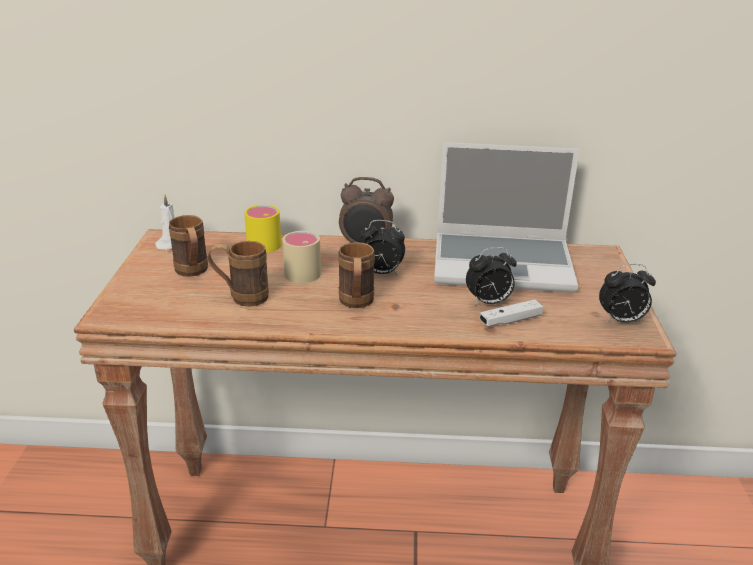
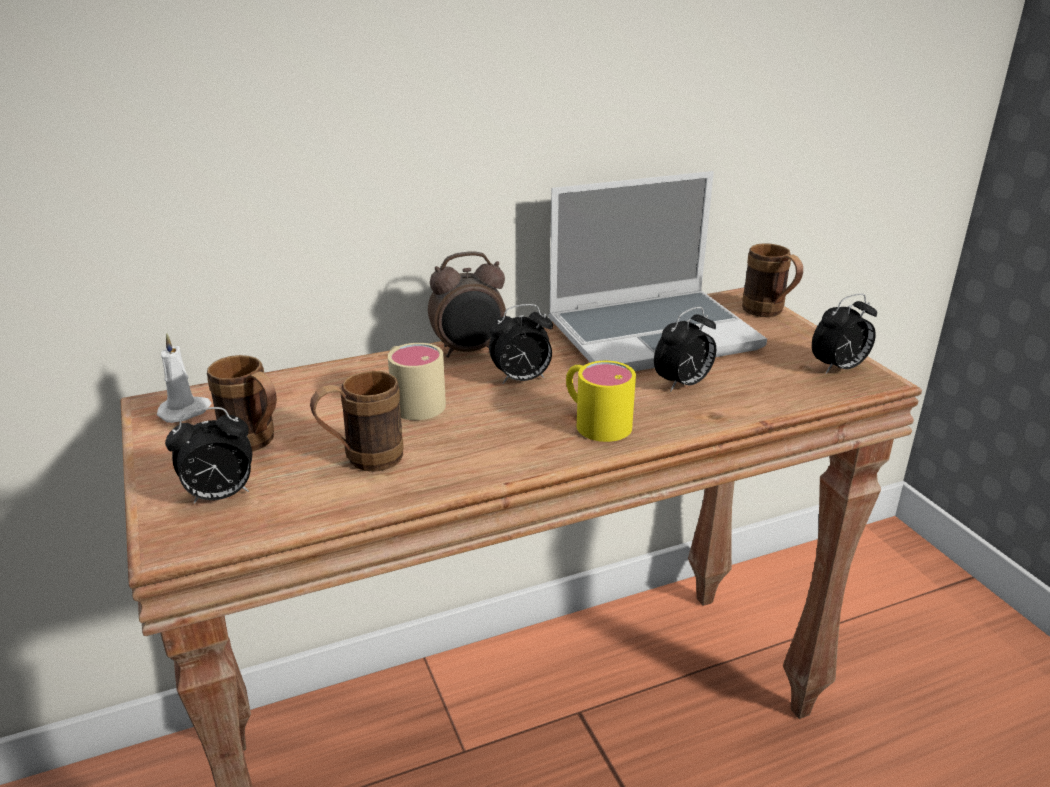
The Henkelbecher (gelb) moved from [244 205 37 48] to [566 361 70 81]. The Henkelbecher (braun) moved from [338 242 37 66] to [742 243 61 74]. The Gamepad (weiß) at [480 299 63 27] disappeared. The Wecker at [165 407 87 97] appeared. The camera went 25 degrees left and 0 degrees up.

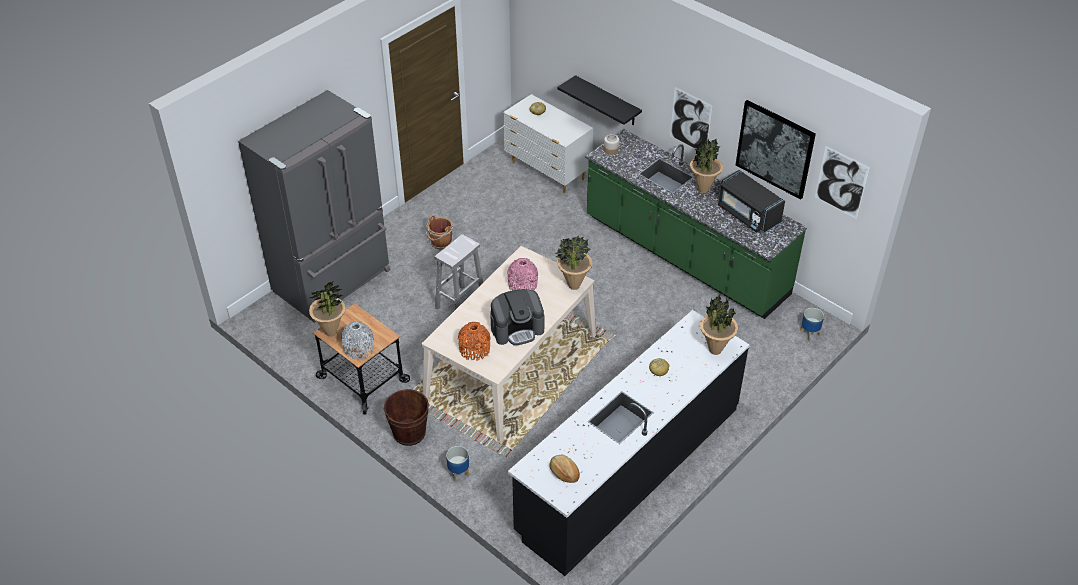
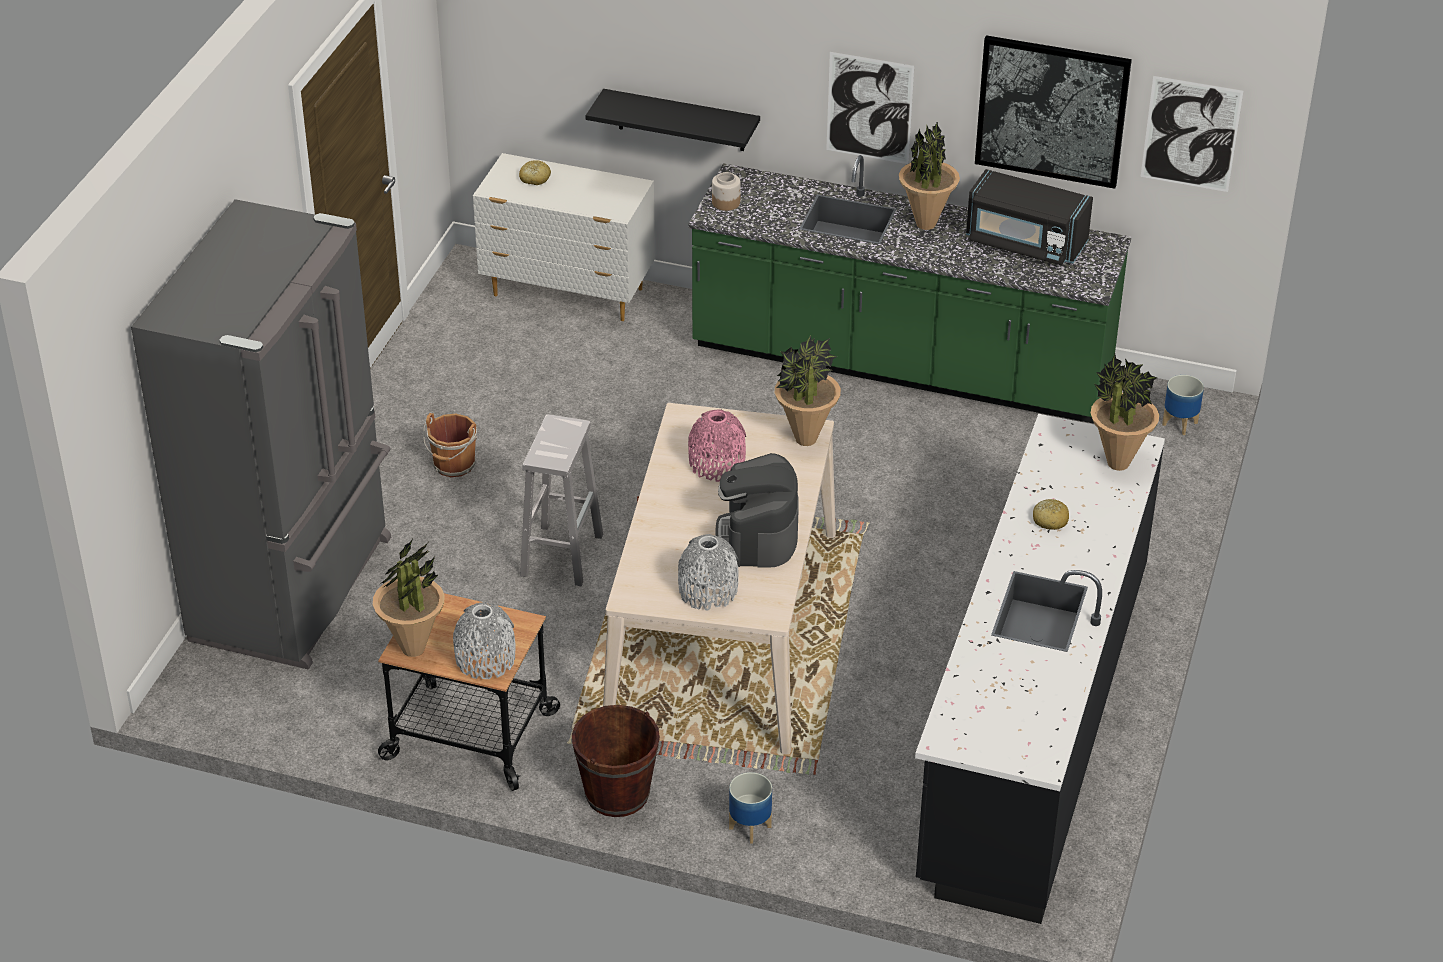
The Kaffeemaschine at [490 289 54 56] turned 135 degrees clockwise. The Vase (orange) at [458 322 33 39] became the Vase (grau) at [678 534 61 76]. The Brot at [550 455 30 28] disappeared. The camera went 25 degrees left and 5 degrees down.

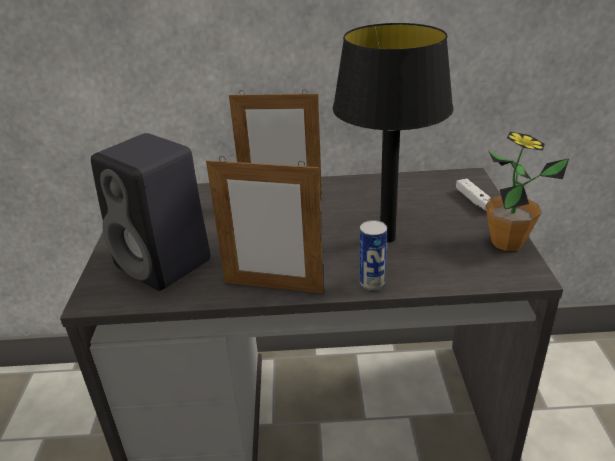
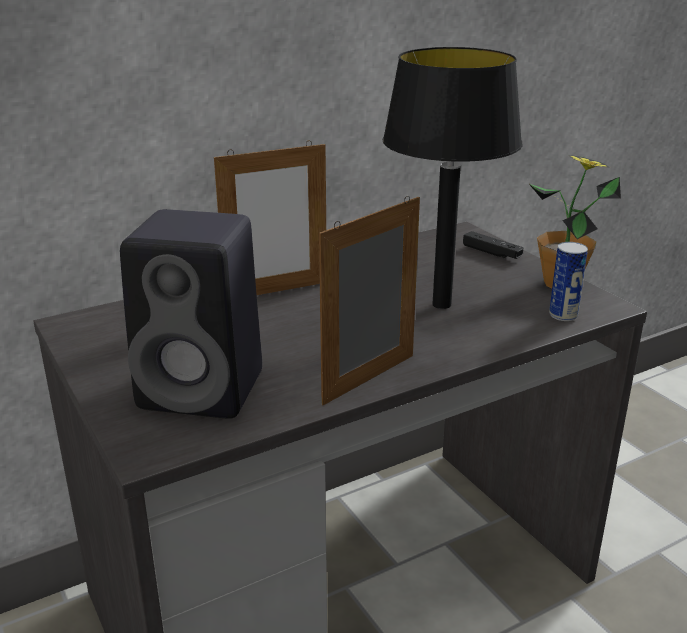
The Bilderrahmen at [206 156 118 137] turned 150 degrees clockwise. The Gamepad (weiß) at [456 178 35 33] became the Gamepad (schwarz) at [463 231 61 28]. The Dose moved from [360 220 27 70] to [549 242 39 79]. The camera went 30 degrees left and 5 degrees down.

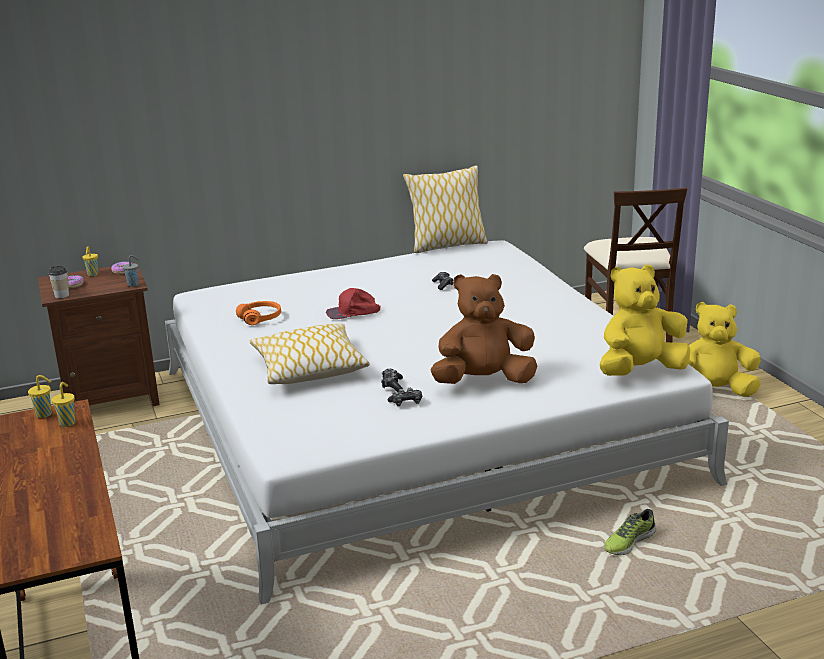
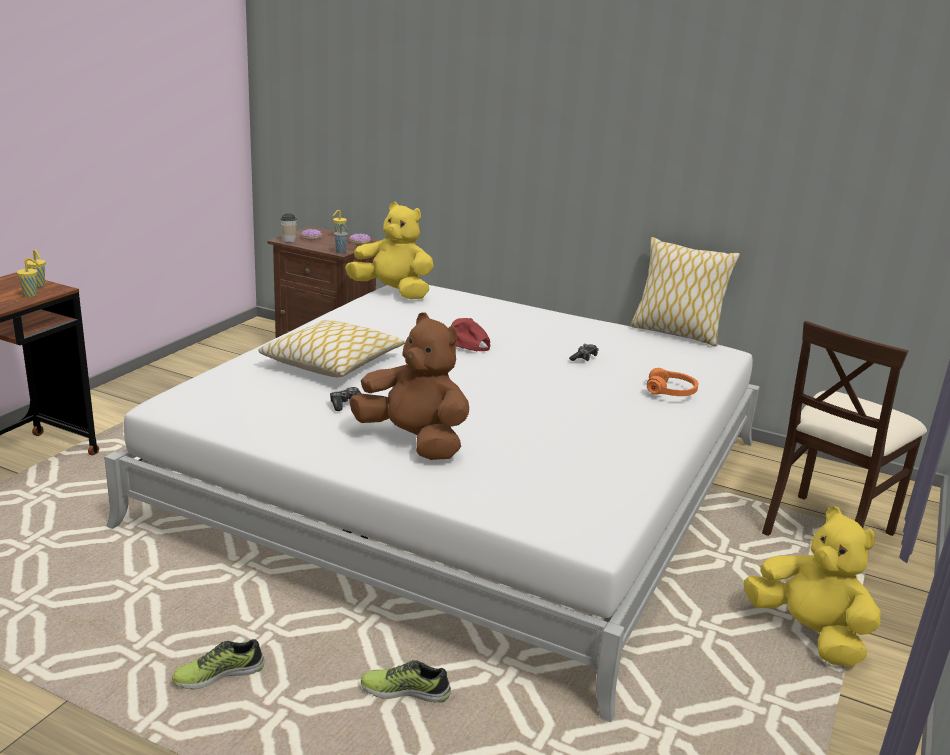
The Plüschtier (gelb) moved from [600 264 90 112] to [345 202 88 97]. The Kopfhörer (orange) moved from [236 301 45 24] to [647 368 51 28]. The Gamepad at [388 388 34 18] disappeared. The Schuh at [172 639 93 50] appeared. The camera went 45 degrees right and 0 degrees up.

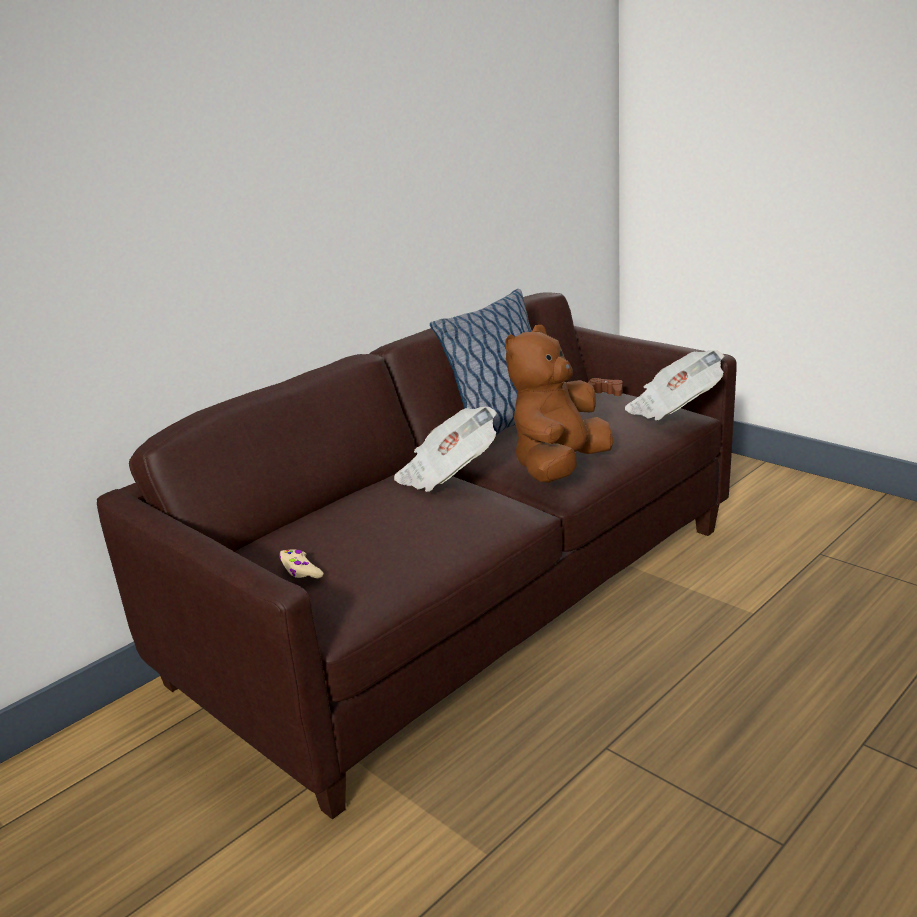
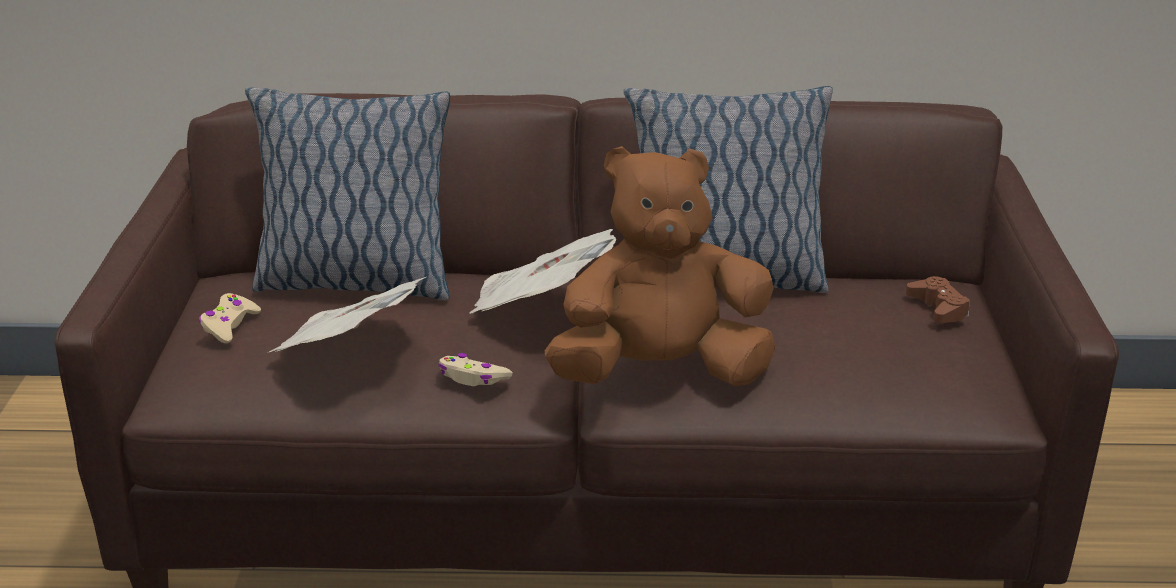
The Zeitung moved from [625 350 100 70] to [269 277 157 75]. The Kissen at [245 87 205 213] appeared. The Gamepad (beige) at [438 353 75 33] appeared. The camera went 45 degrees right and 5 degrees up.

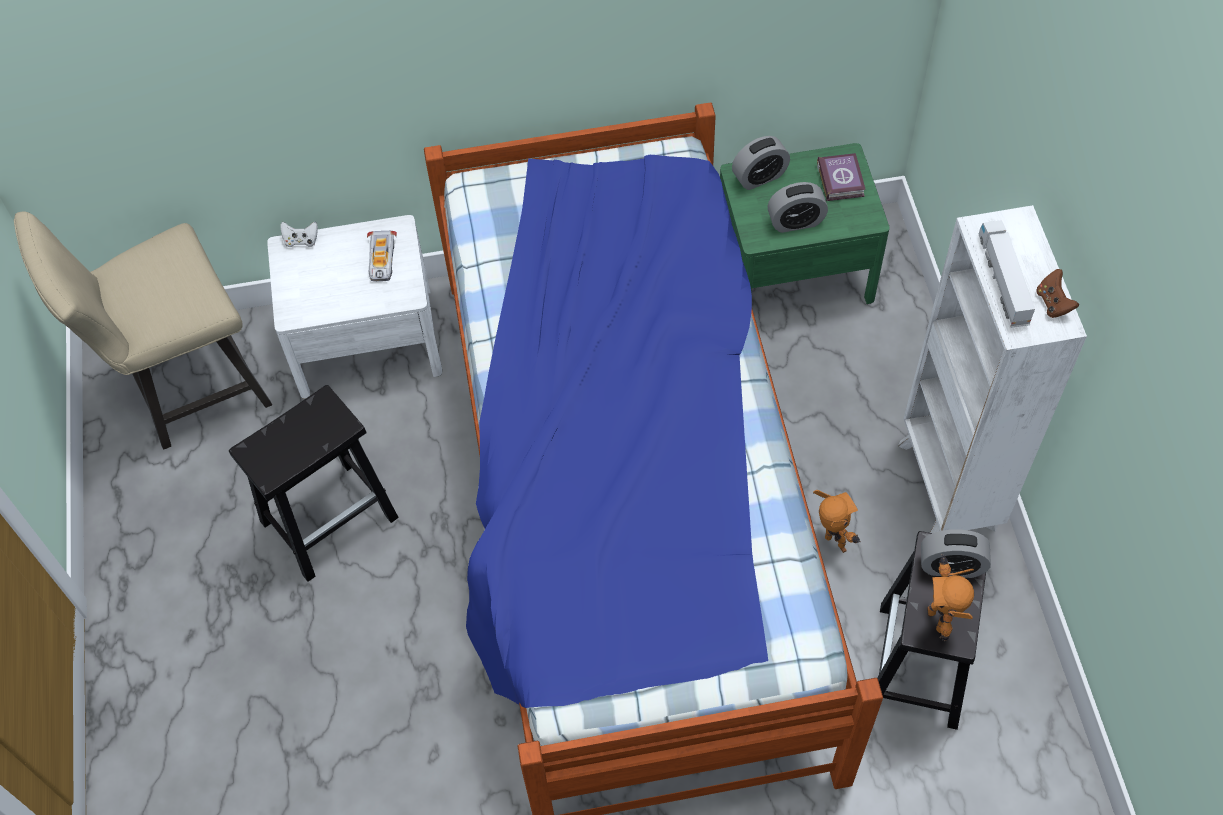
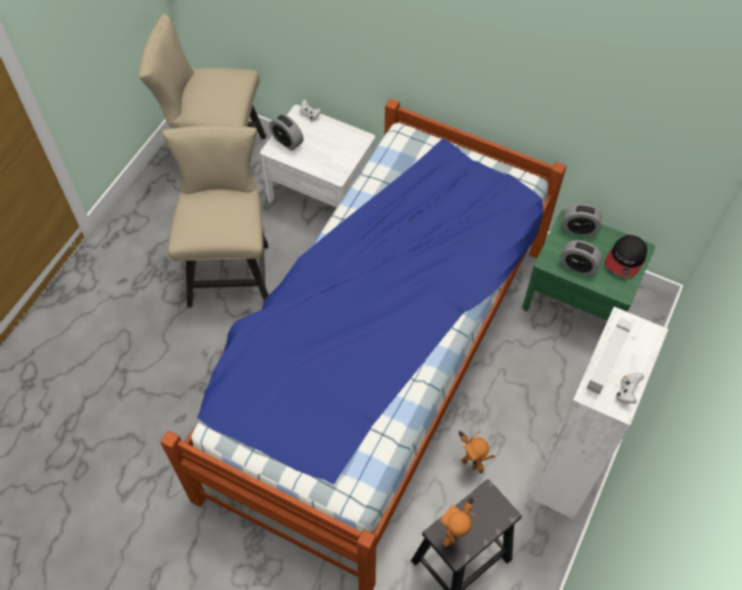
The Buch at [817 153 49 48] was replaced by the Kappe at [605 235 42 43]. The Spielzeugauto at [367 231 30 51] disappeared. The Gamepad (braun) at [1036 269 43 49] became the Gamepad (weiß) at [616 373 28 31]. The Hocker (schwarz) at [229 385 170 197] was replaced by the Stuhl (beige) at [162 125 107 183]. The Spielzeugroboter at [813 490 48 63] turned 135 degrees clockwise. The Wecker moved from [921 529 70 49] to [269 114 34 37]. The camera went 35 degrees right and 0 degrees up.

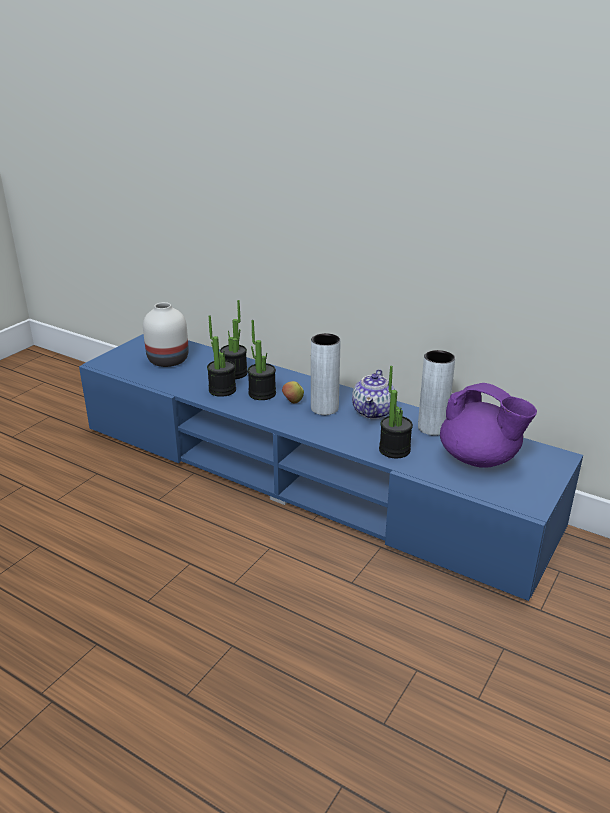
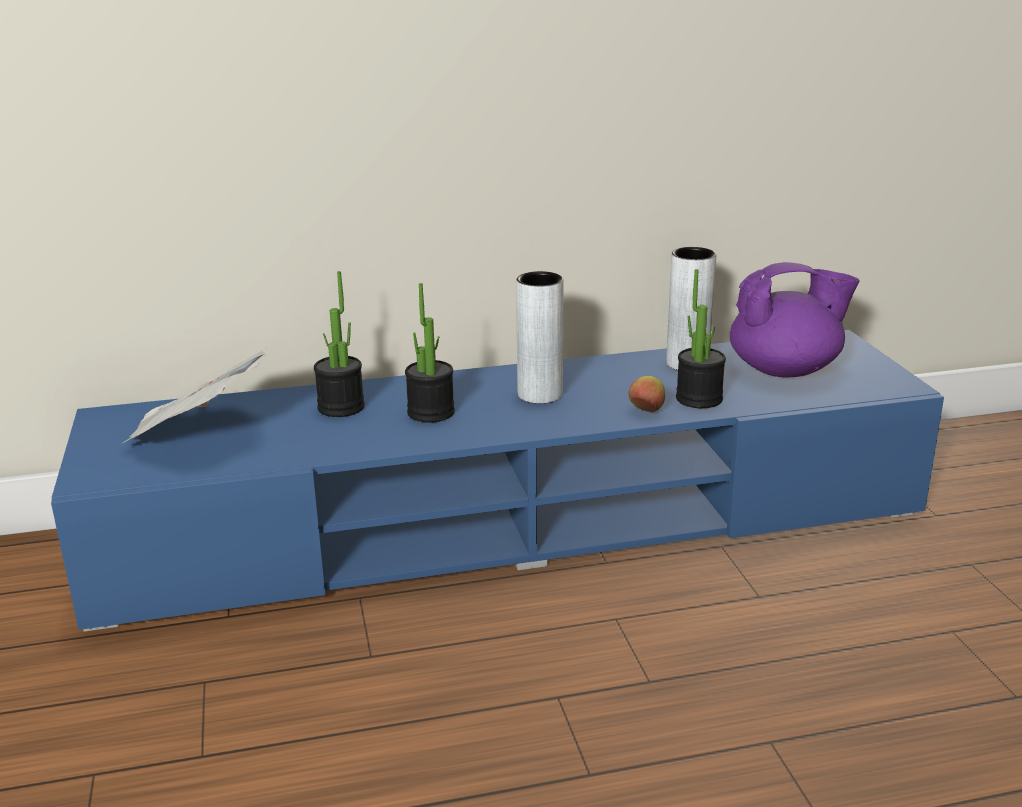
The Vase (weiß) at [143 302 46 65] was replaced by the Zeitung at [123 349 143 94]. The Topfpflanze at [207 316 29 81] disappeared. The Teekanne at [352 369 43 50] disappeared. The Apfel moved from [282 381 22 22] to [628 376 37 36]. The camera went 45 degrees left and 5 degrees down.

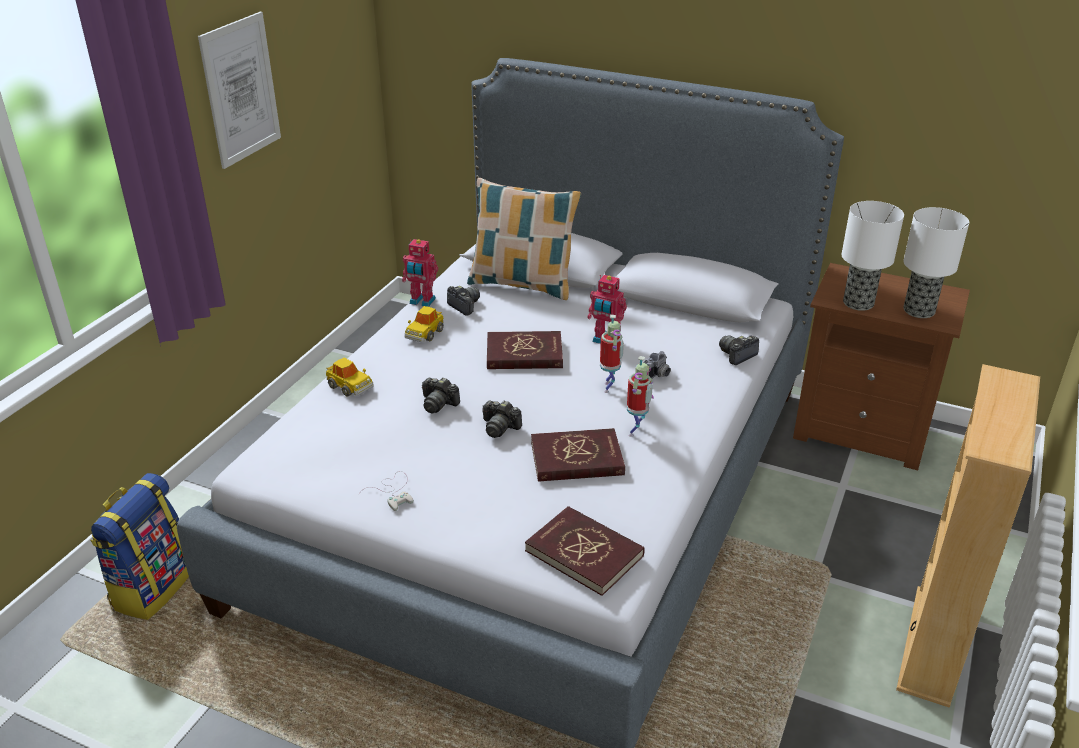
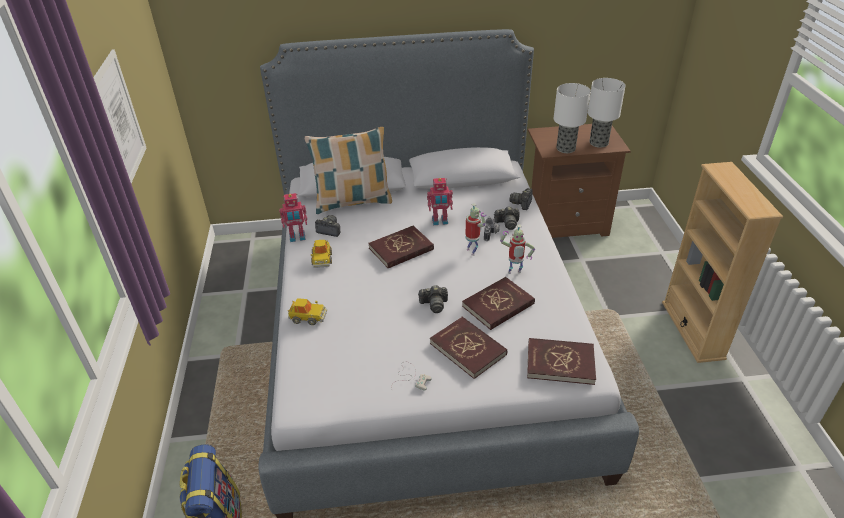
The Spielzeugroboter at [627 356 27 81] turned 90 degrees clockwise. The Kamera moved from [422 377 38 37] to [494 206 26 24]. The Buch (rot) at [430 317 77 62] appeared. The camera went 30 degrees left and 5 degrees up.

